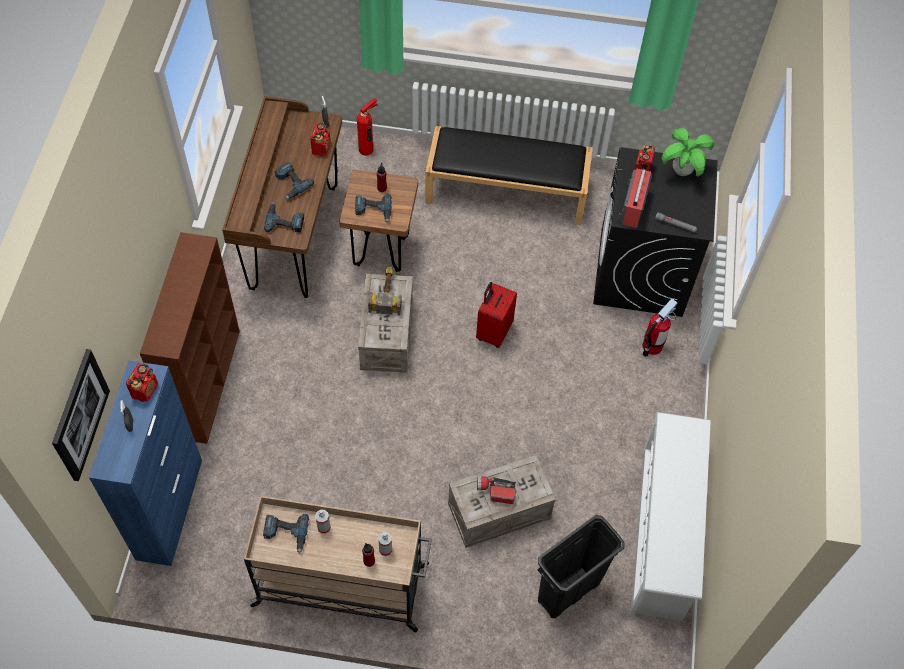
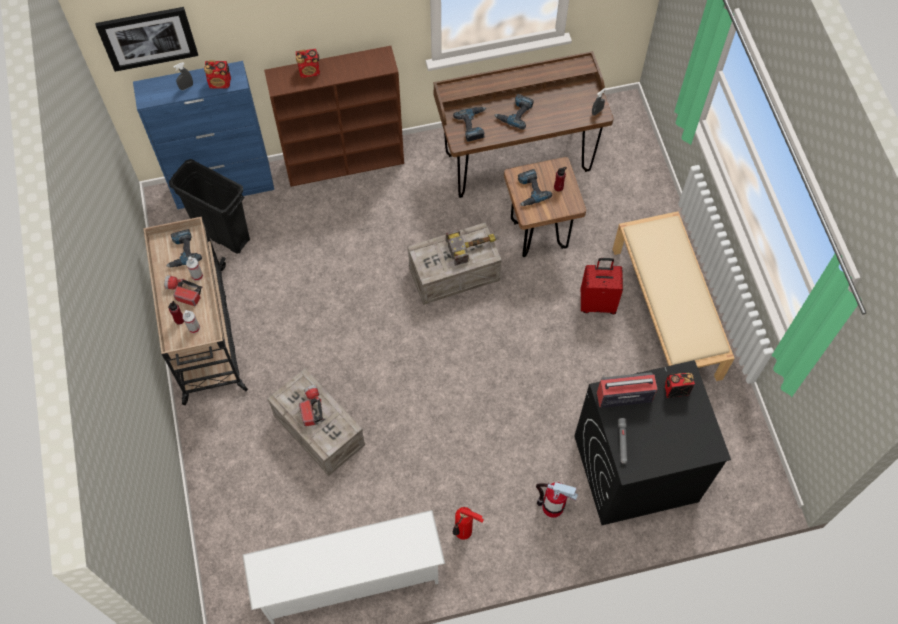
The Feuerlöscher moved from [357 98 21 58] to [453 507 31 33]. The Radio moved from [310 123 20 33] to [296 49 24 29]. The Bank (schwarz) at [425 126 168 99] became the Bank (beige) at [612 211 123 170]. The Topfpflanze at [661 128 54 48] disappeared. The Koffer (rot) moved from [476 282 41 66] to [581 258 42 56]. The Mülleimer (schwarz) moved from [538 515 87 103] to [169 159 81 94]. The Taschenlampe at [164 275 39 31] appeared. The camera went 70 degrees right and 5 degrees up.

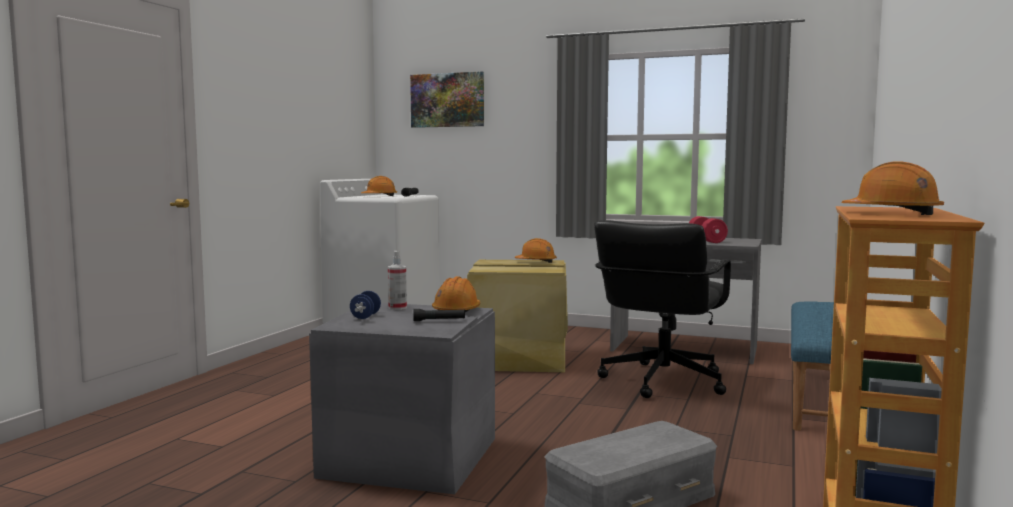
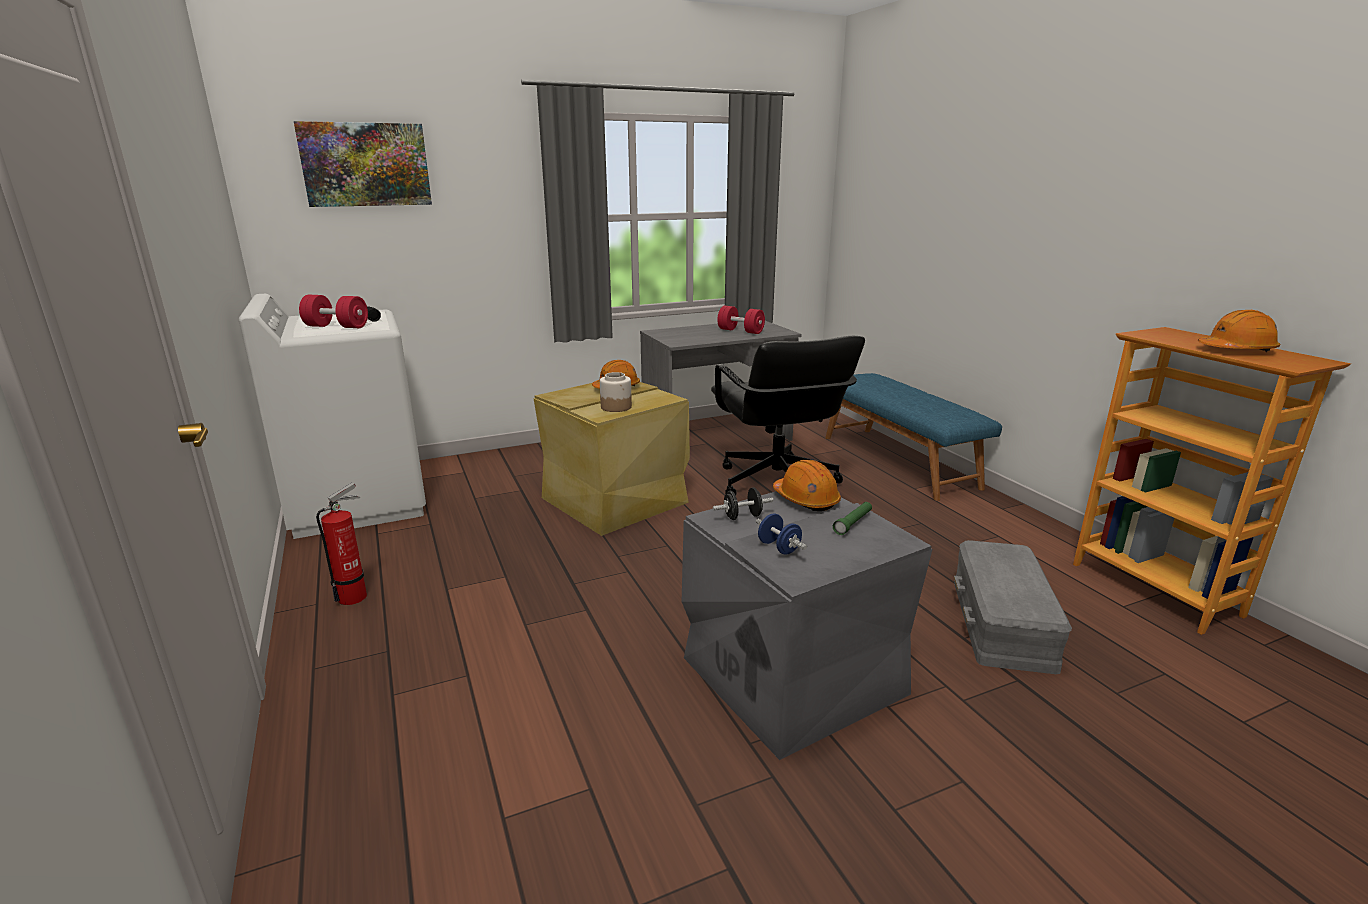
The Schutzhelm (orange) at [361 176 36 20] was replaced by the Hantel (rot) at [299 295 69 33]. The Sprühflasche at [388 251 19 59] was replaced by the Hantel (schwarz) at [713 488 60 32]. The Taschenlampe (schwarz) at [413 309 52 12] became the Taschenlampe (grün) at [833 502 39 33]. The Vorratsglas at [600 372 32 40] appeared. The Feuerlöscher at [316 482 51 123] appeared. The camera went 45 degrees left and 15 degrees up.

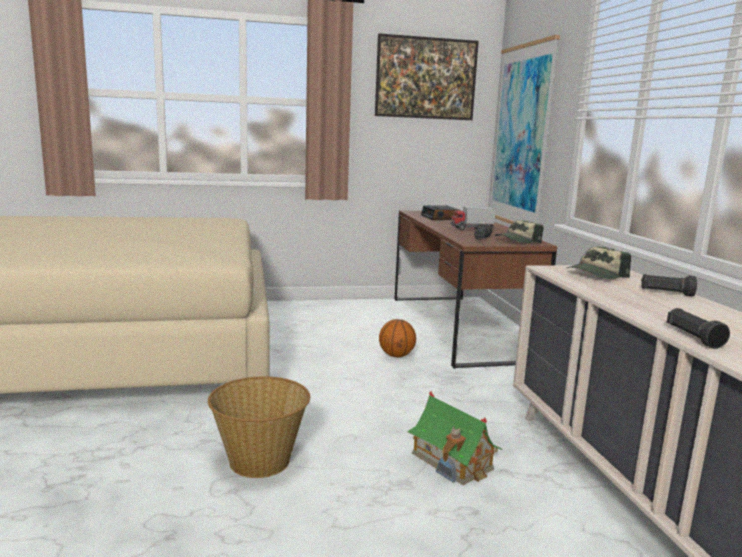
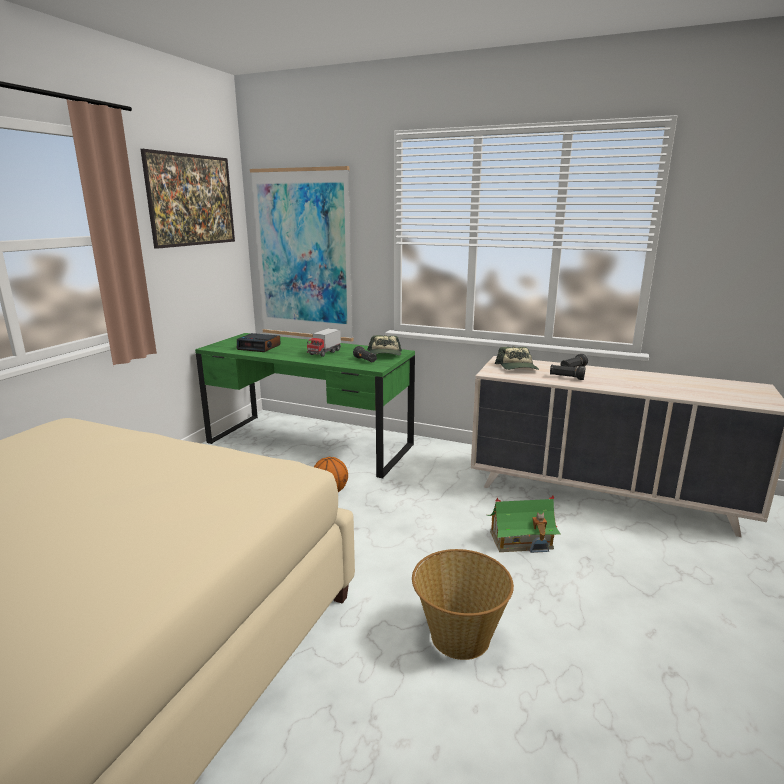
The Schreibtisch (braun) at [395 210 162 159] became the Schreibtisch (grün) at [195 333 220 145]. The Taschenlampe (schwarz) moved from [667 308 63 41] to [550 365 36 15]. The camera went 55 degrees left and 5 degrees up.

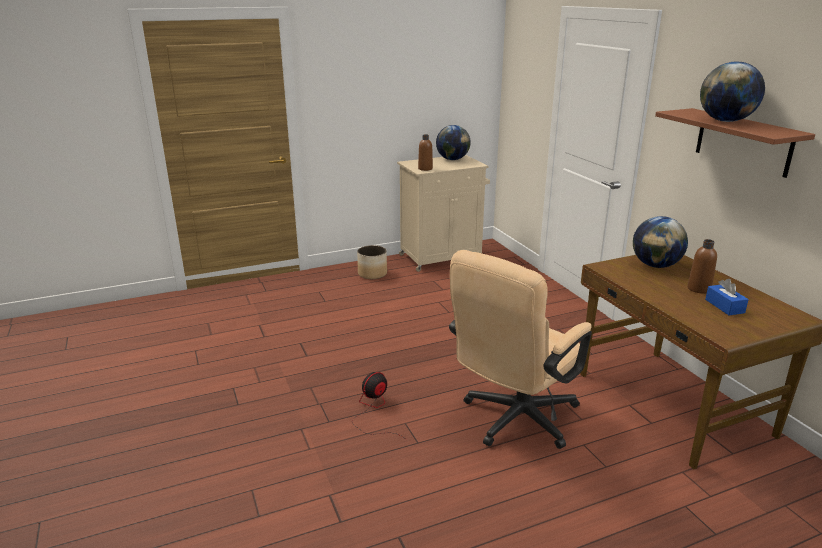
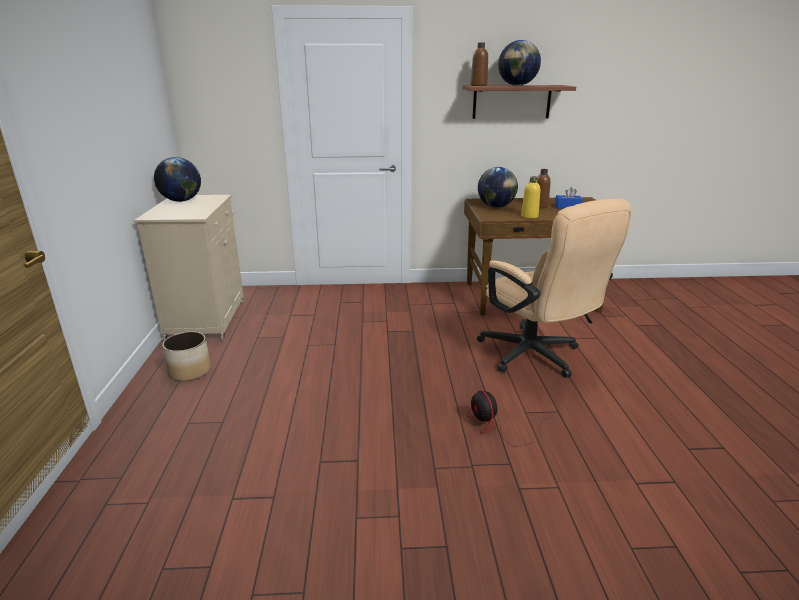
The Flasche (braun) moved from [418 134 15 37] to [471 42 17 44]. The Flasche (gelb) at [521 176 19 43] appeared. The camera went 70 degrees left and 0 degrees up.

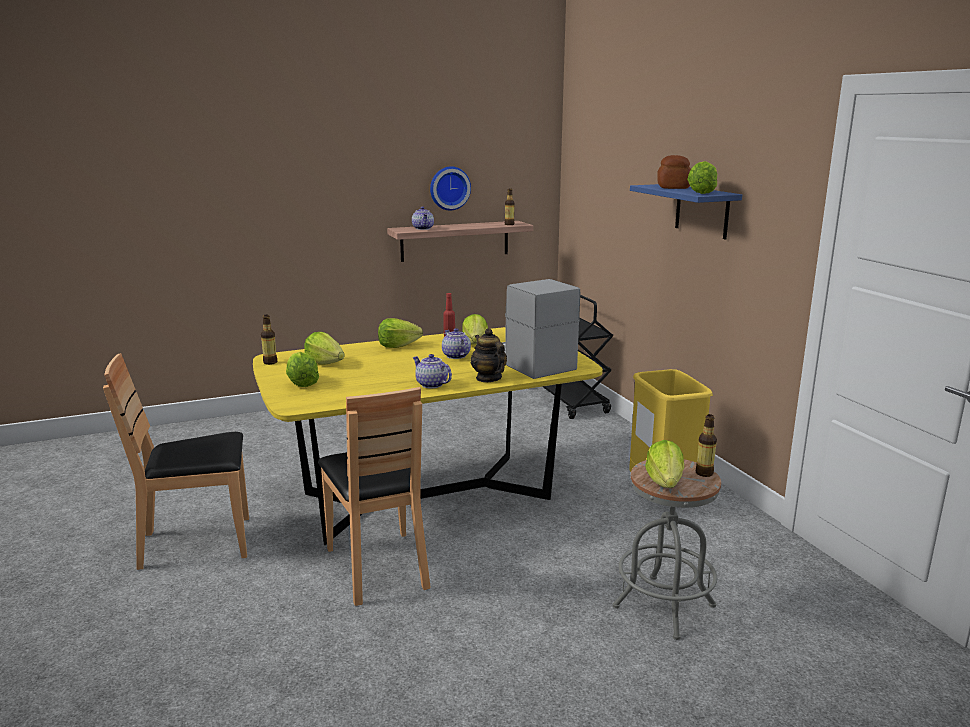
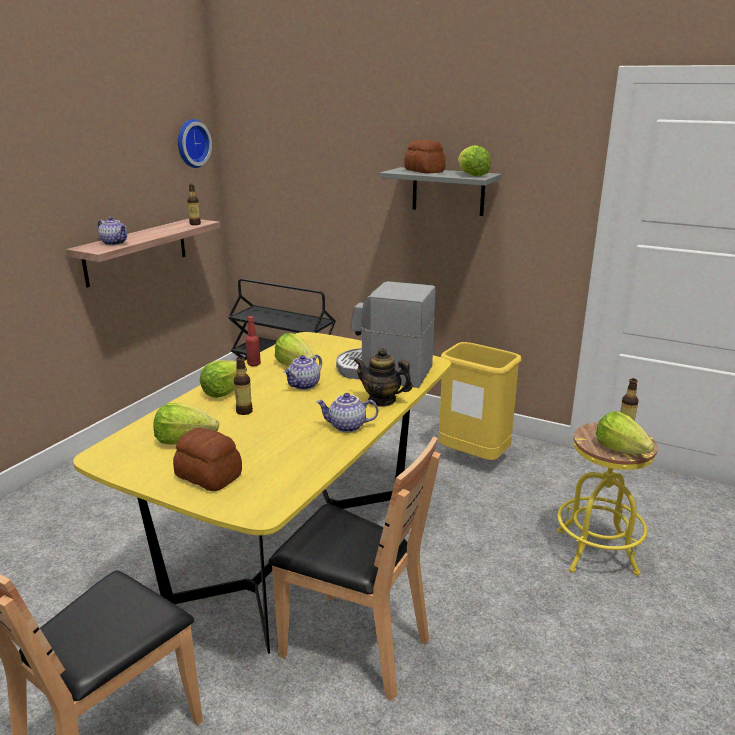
The Wanduhr moved from [430 167 41 44] to [178 119 34 49]. The Wandregal (blau) at [630 184 112 55] became the Wandregal (grau) at [380 167 122 49]. The Flasche moved from [261 315 16 50] to [234 357 19 58]. The Teekanne at [442 328 29 31] turned 75 degrees counterclockwise. The Salatkopf at [286 352 33 35] was replaced by the Brot at [173 428 69 63]. The Hocker (grau) at [613 459 108 181] became the Hocker (gelb) at [557 422 101 154]. The camera went 40 degrees left and 5 degrees up.

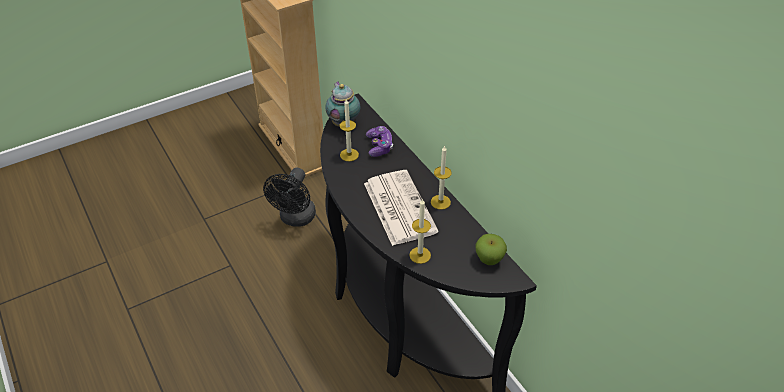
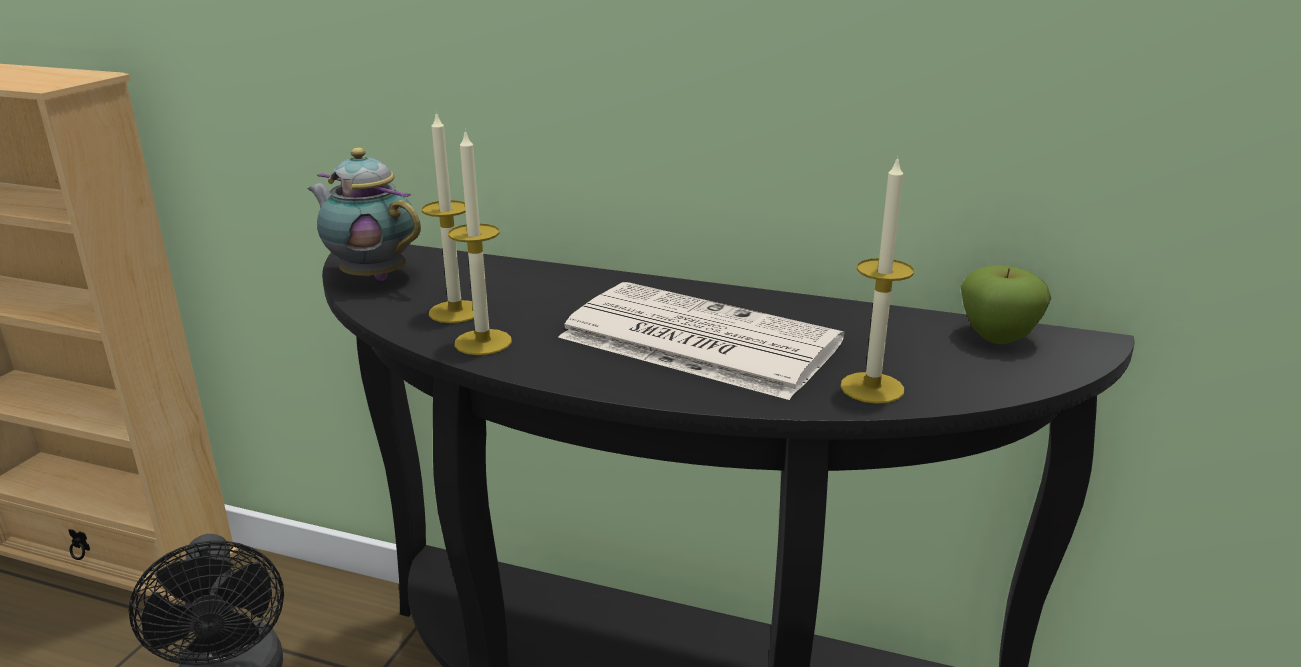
The Gamepad at [366 126 27 31] disappeared. The Kerze moved from [431 145 21 65] to [448 129 64 226]. The camera went 40 degrees left and 20 degrees down.

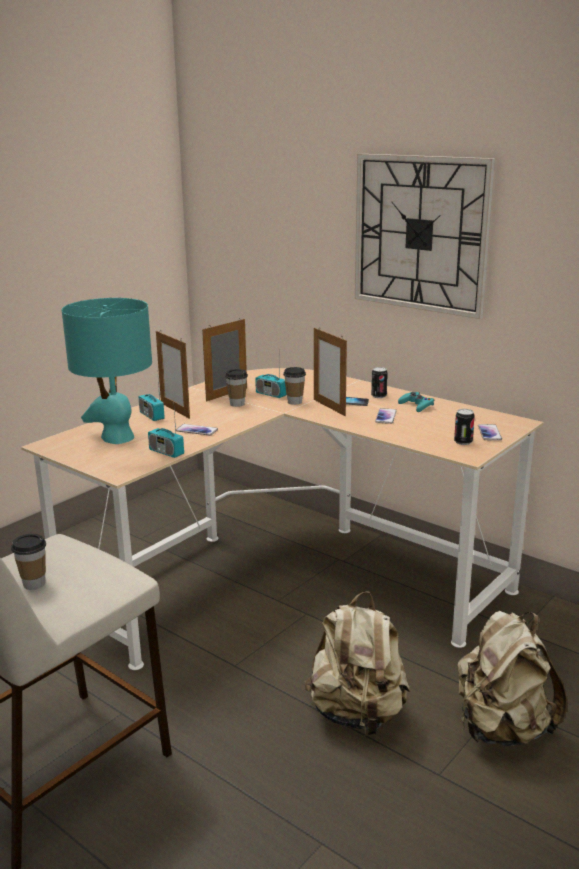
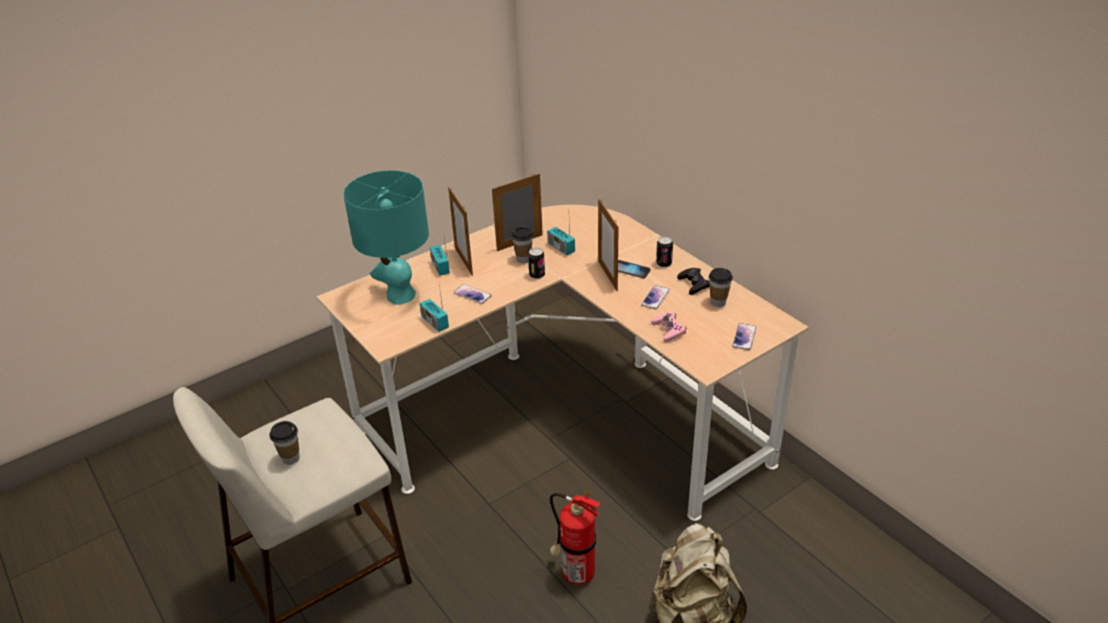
The Wanduhr at [355 154 140 165] disappeared. The Tasse moved from [283 367 23 38] to [709 268 24 39]. The Gamepad (türkis) at [398 392 36 20] became the Gamepad (schwarz) at [677 268 33 27]. The Dose moved from [454 409 21 36] to [528 248 17 31]. The Rucksack (beige) at [304 591 106 145] was replaced by the Feuerlöscher at [550 490 50 95]. The Gamepad (rosa) at [651 312 35 30] appeared. The camera went 15 degrees right and 15 degrees up.

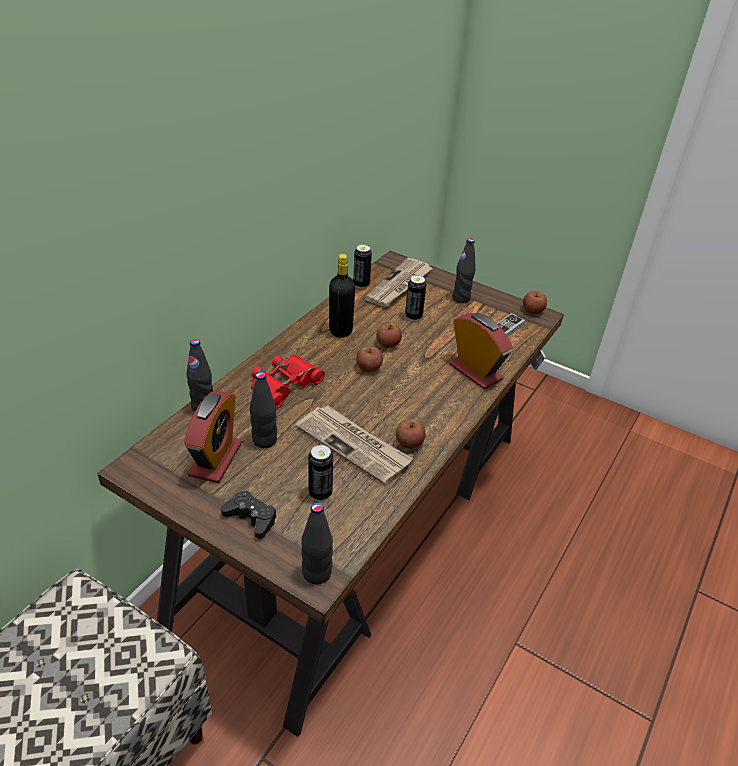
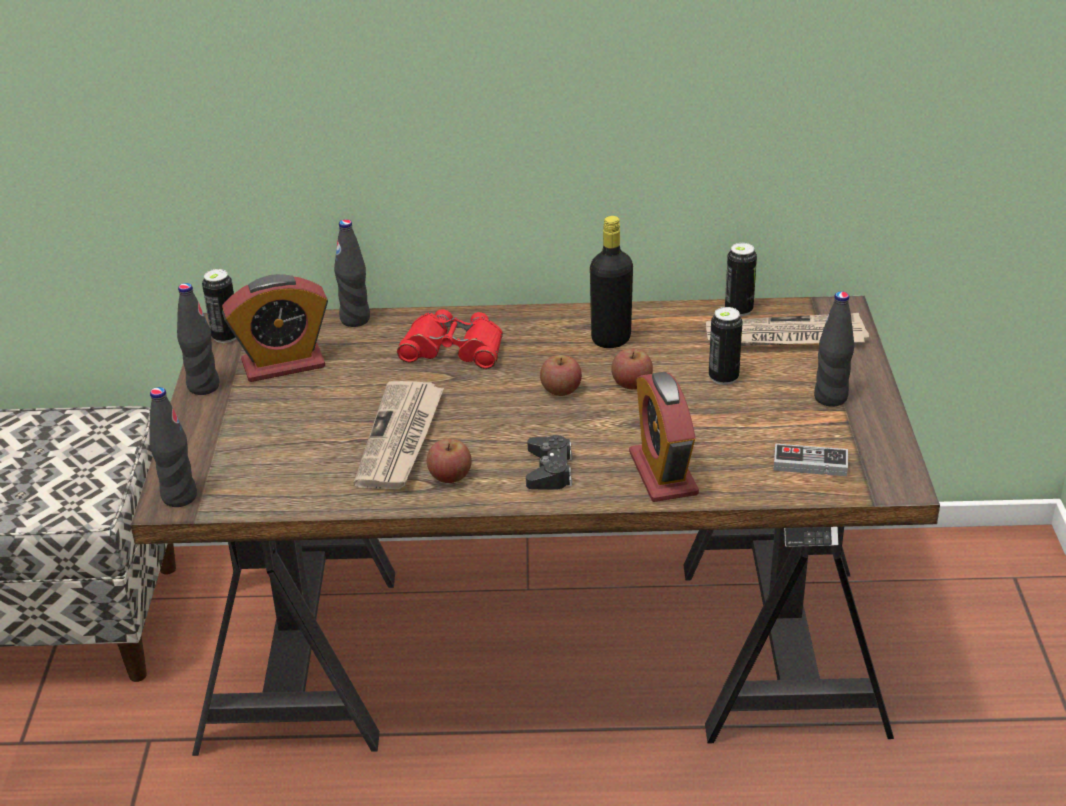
The Apfel at [523 291 24 23] disappeared. The Wecker at [449 313 64 77] turned 150 degrees clockwise. The Flasche (schwarz) moved from [250 372 27 76] to [177 283 43 112]. The Dose moved from [308 445 25 56] to [202 269 35 74]. The Gamepad (schwarz) moved from [221 490 56 49] to [526 435 46 55]. The camera went 60 degrees right and 5 degrees down.

